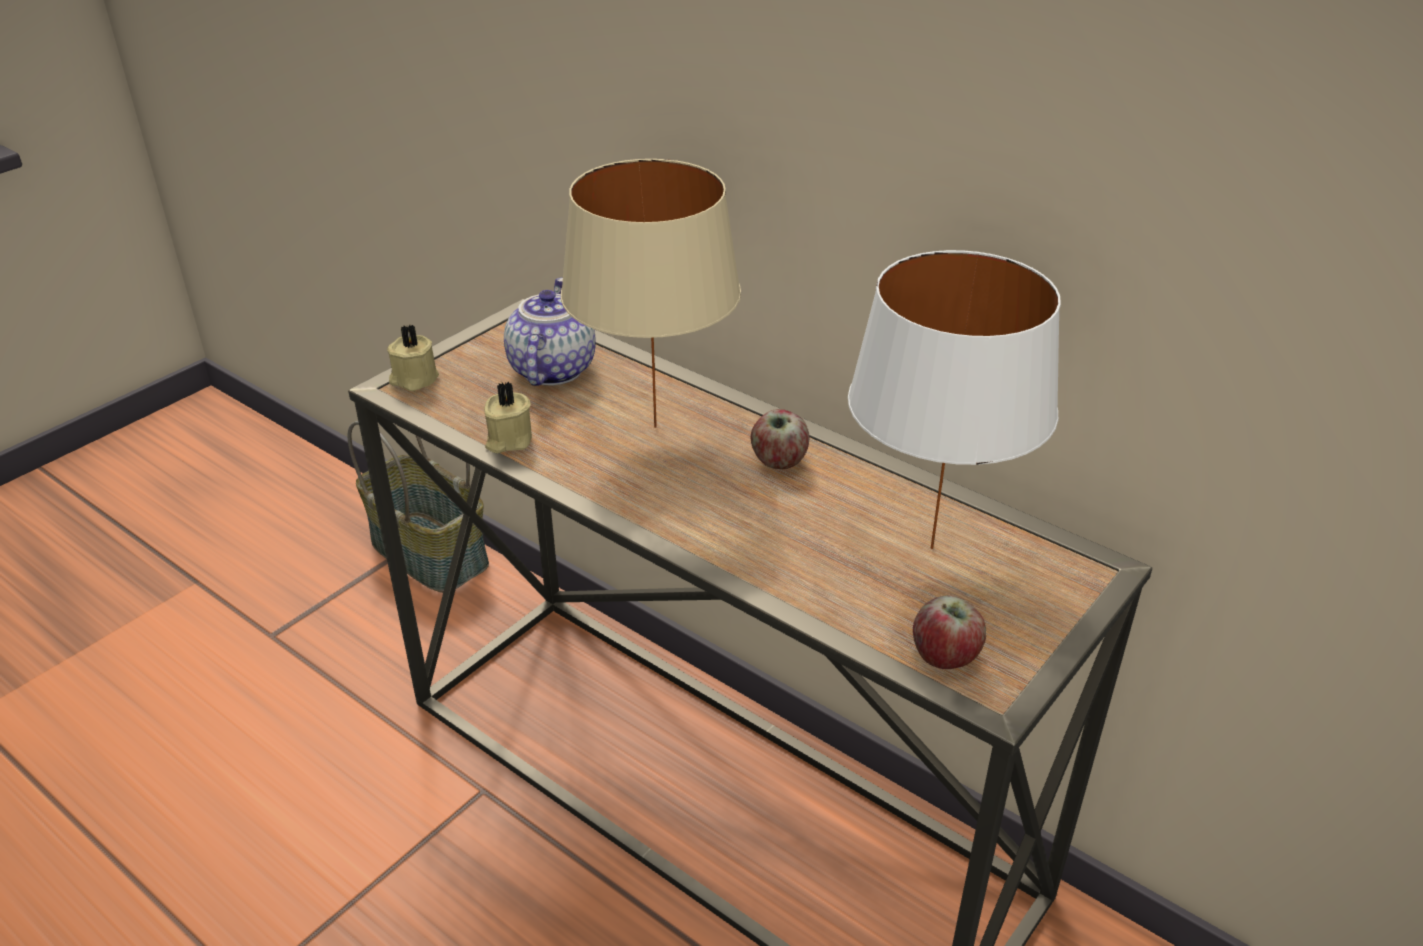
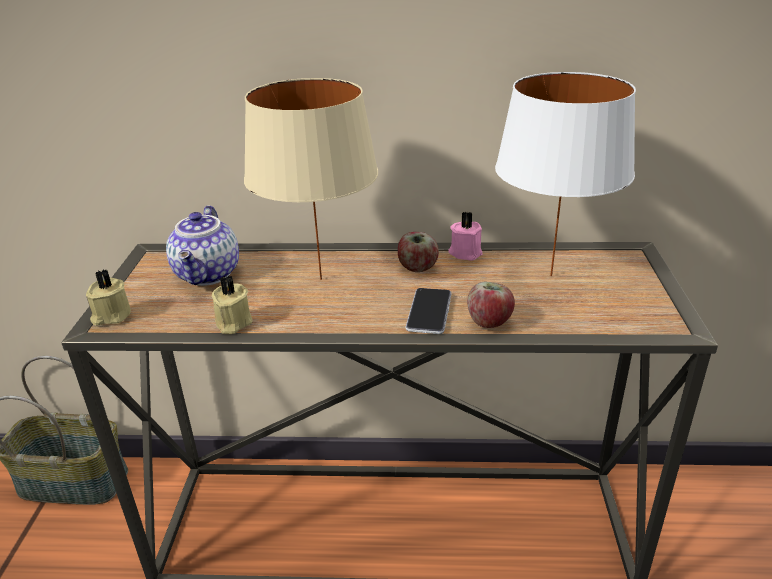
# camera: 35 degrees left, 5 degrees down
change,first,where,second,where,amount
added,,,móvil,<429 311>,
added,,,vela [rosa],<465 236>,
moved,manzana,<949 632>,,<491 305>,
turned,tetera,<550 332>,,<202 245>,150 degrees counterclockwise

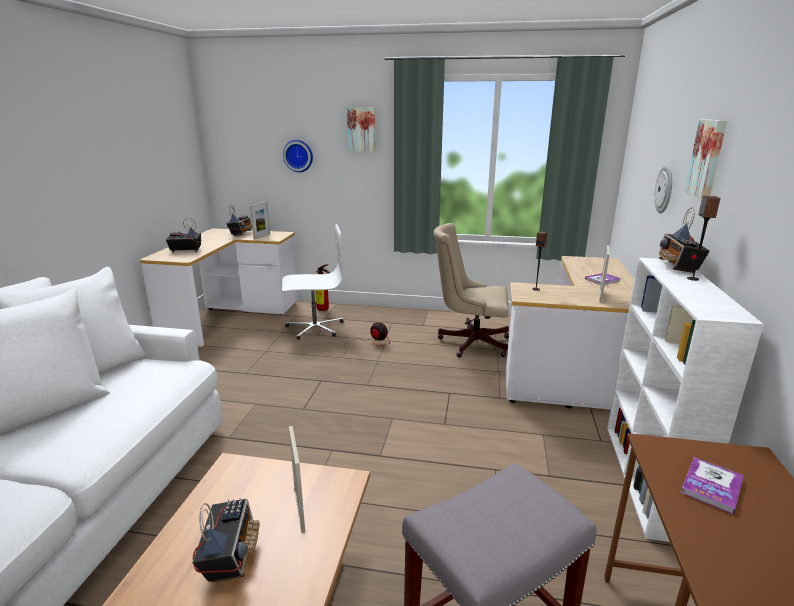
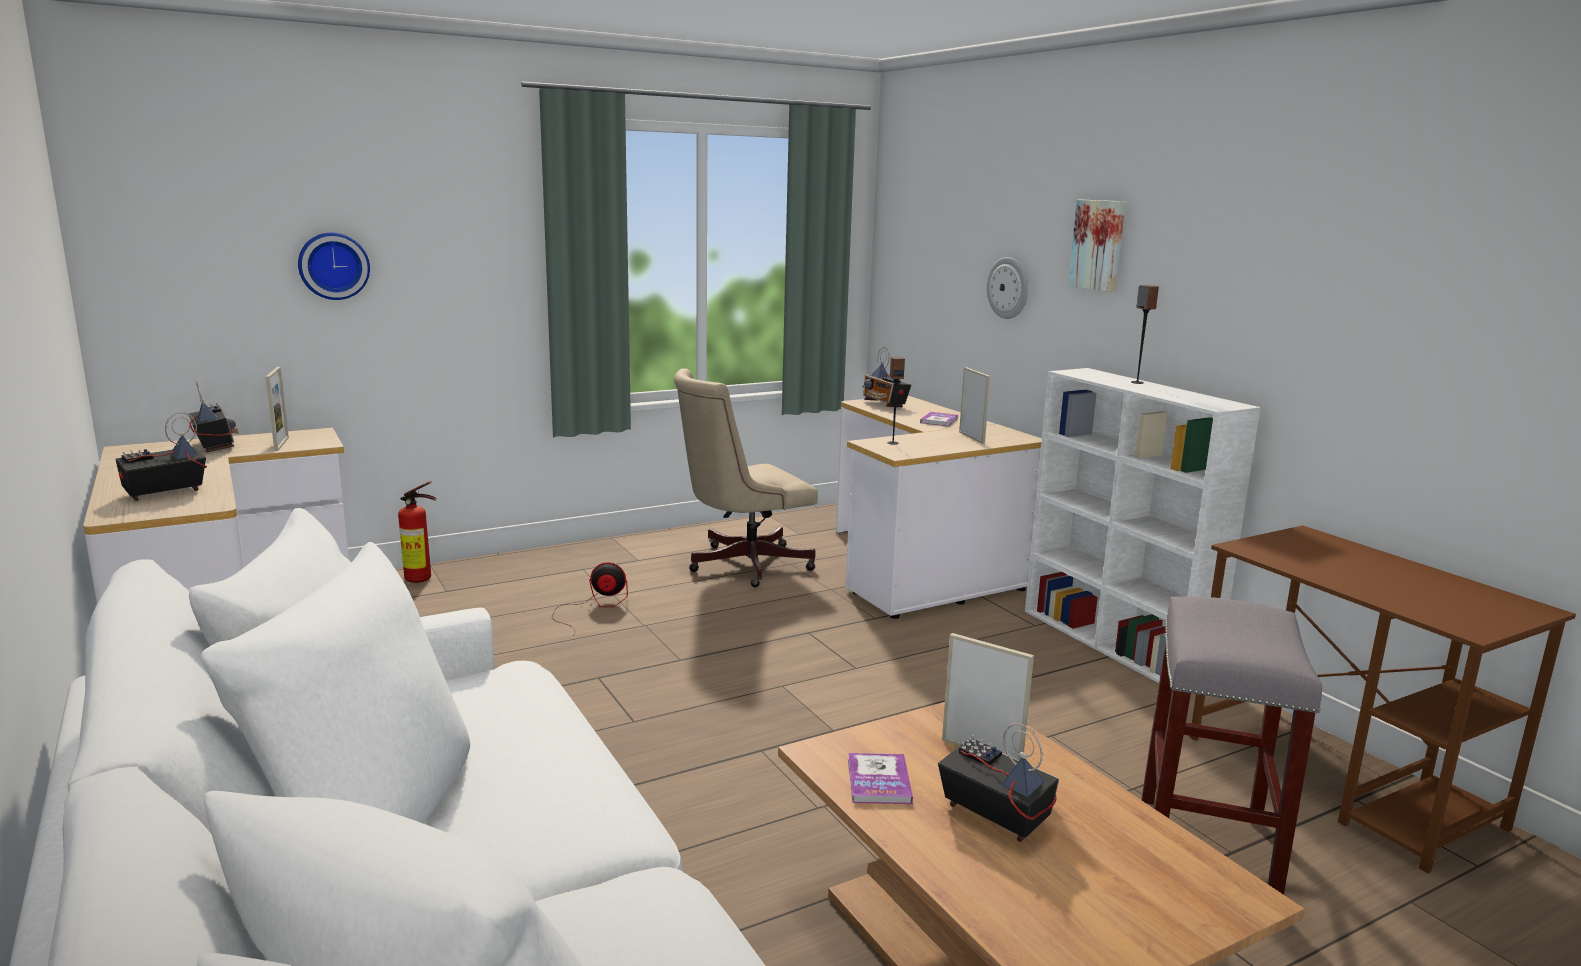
# camera: 40 degrees left, 5 degrees down
change,first,where,second,where,amount
removed,silla de oficina [blanco],<313 282>,,,
removed,cuadro,<361 129>,,,
moved,radio,<684 240>,,<886 377>,
moved,libro,<712 486>,,<880 778>,

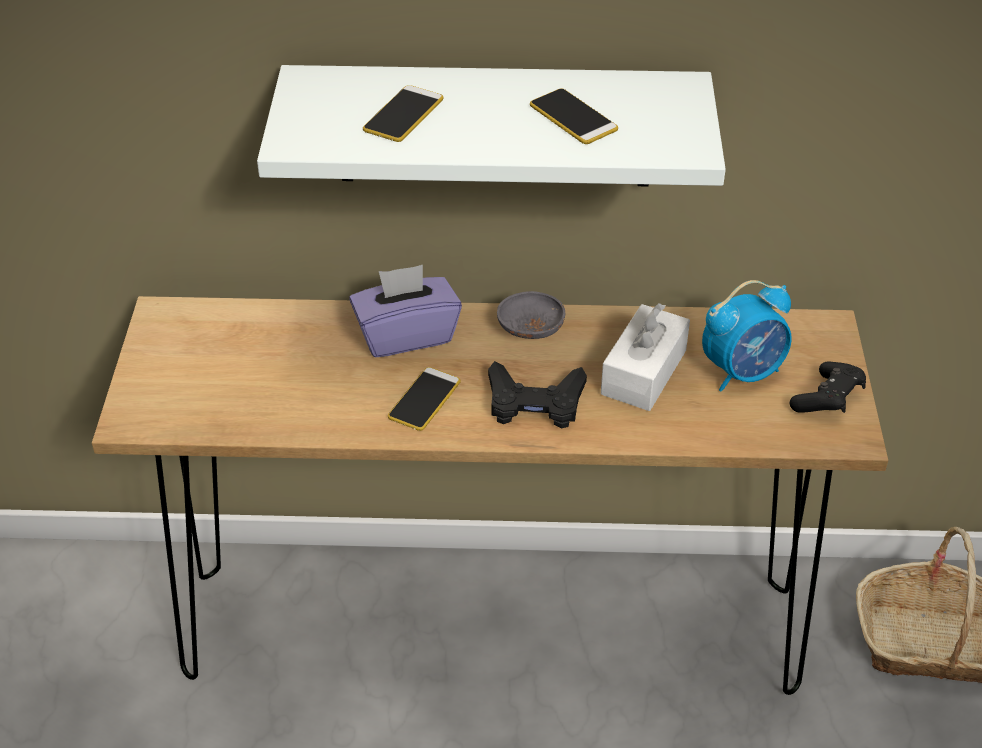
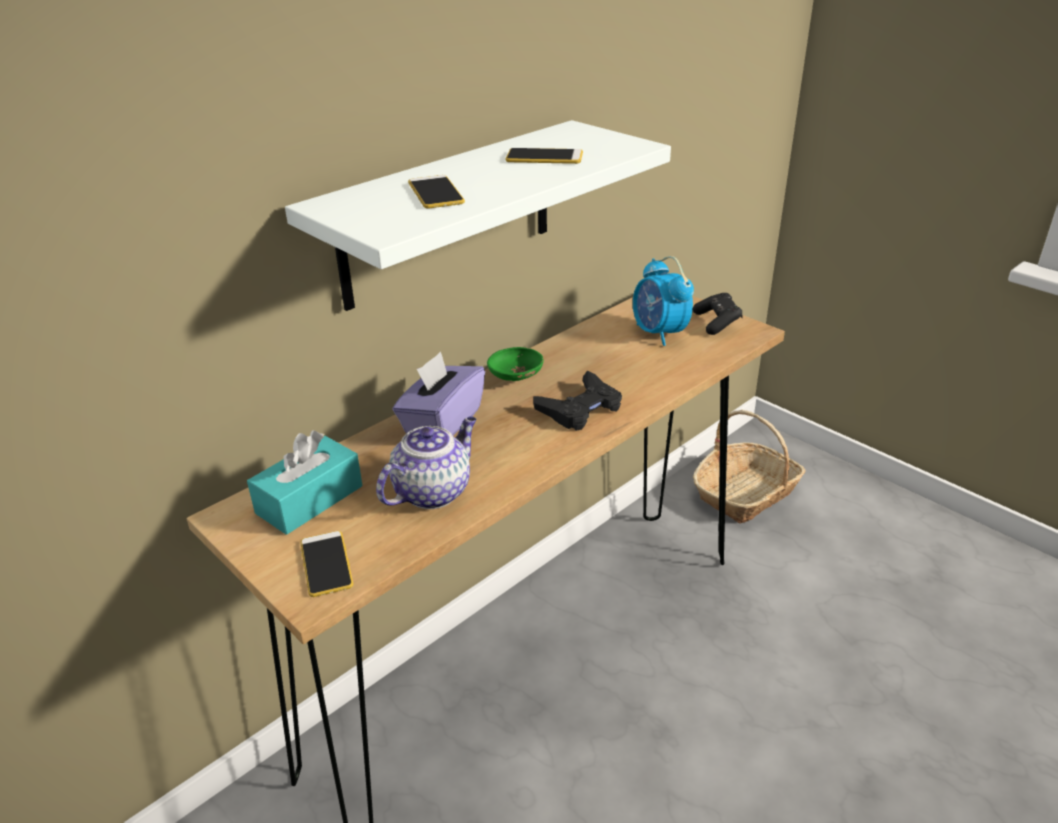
# camera: 45 degrees left, 10 degrees down
change,first,where,second,where,amount
removed,caja de pañuelos [blanco],<645 357>,,,
added,,,caja de pañuelos [turquesa],<304 482>,
added,,,tetera,<426 462>,
moved,móvil,<424 399>,,<326 564>,
recoloured,cuenco [gris],<531 315>,cuenco [verde],<515 364>,
turned,despertador,<747 336>,,<663 301>,135 degrees clockwise

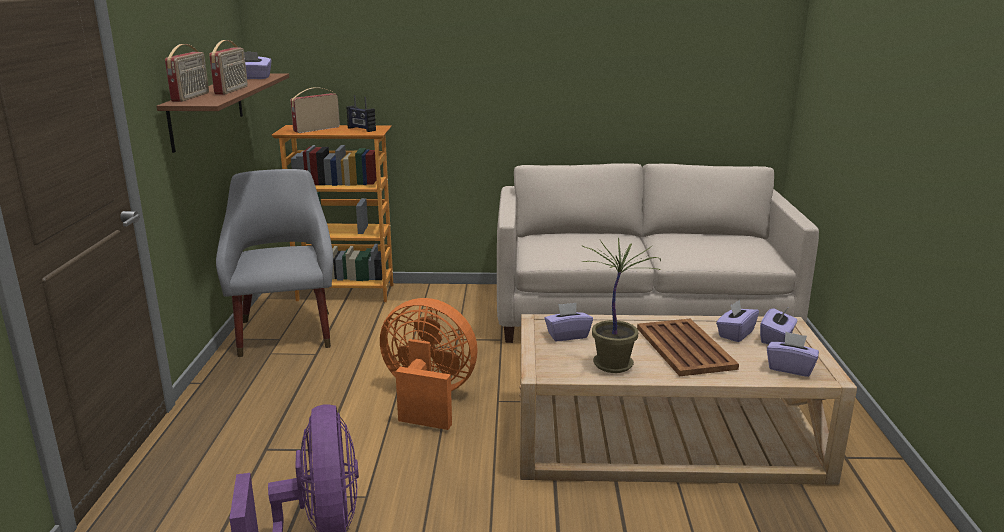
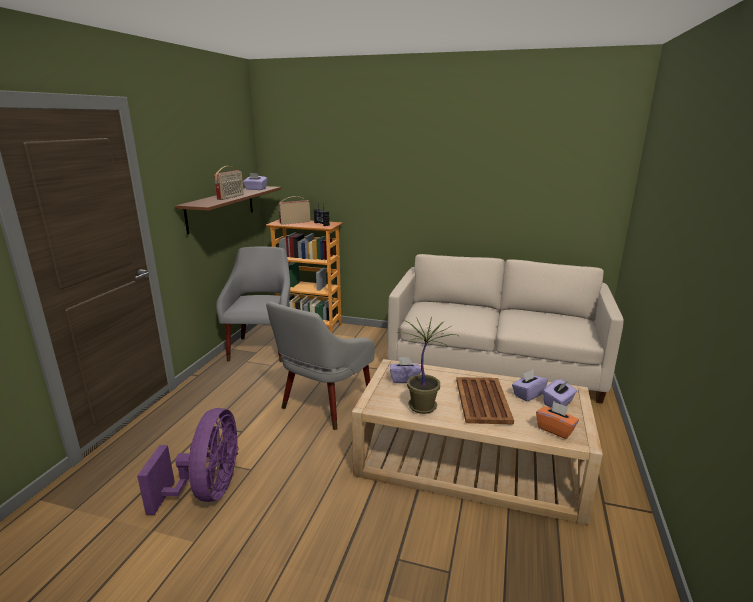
# camera: 15 degrees right, 0 degrees up
change,first,where,second,where,amount
removed,radio,<187 73>,,,
replaced,ventilador [naranja],<429 364>,sillón [gris],<320 366>,
recoloured,caja de pañuelos [morado],<793 354>,caja de pañuelos [naranja],<557 420>,

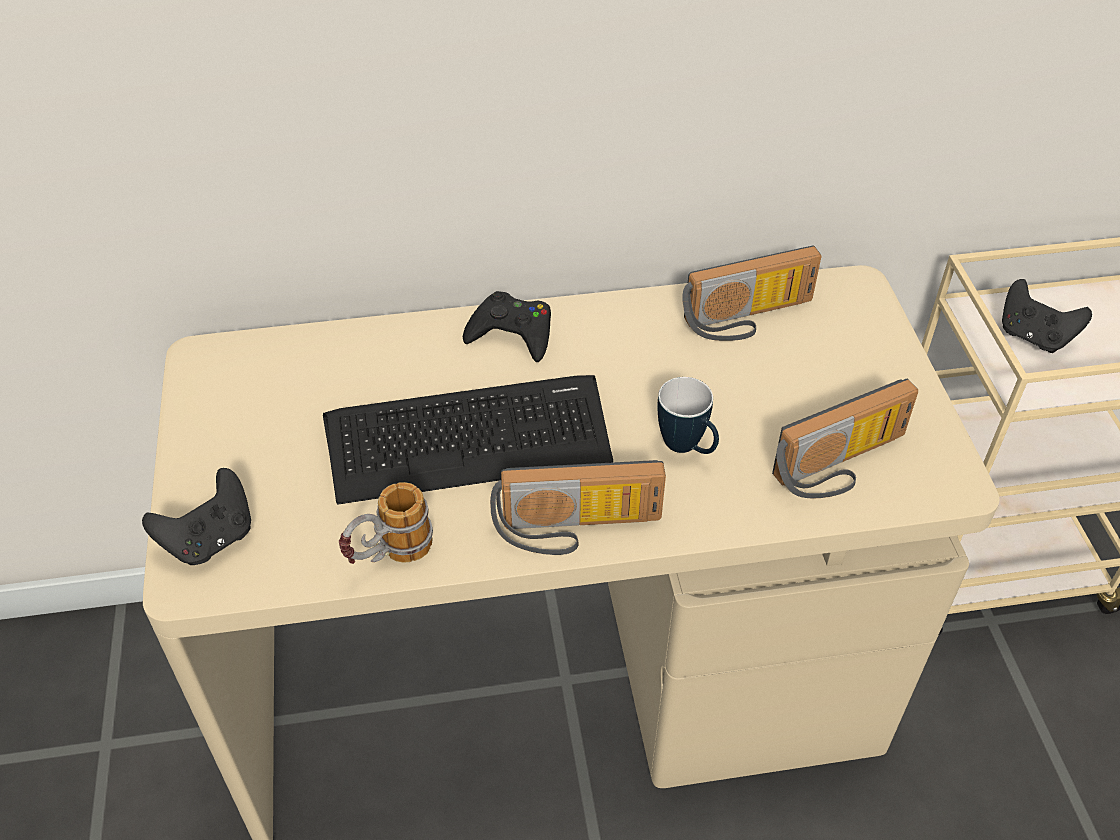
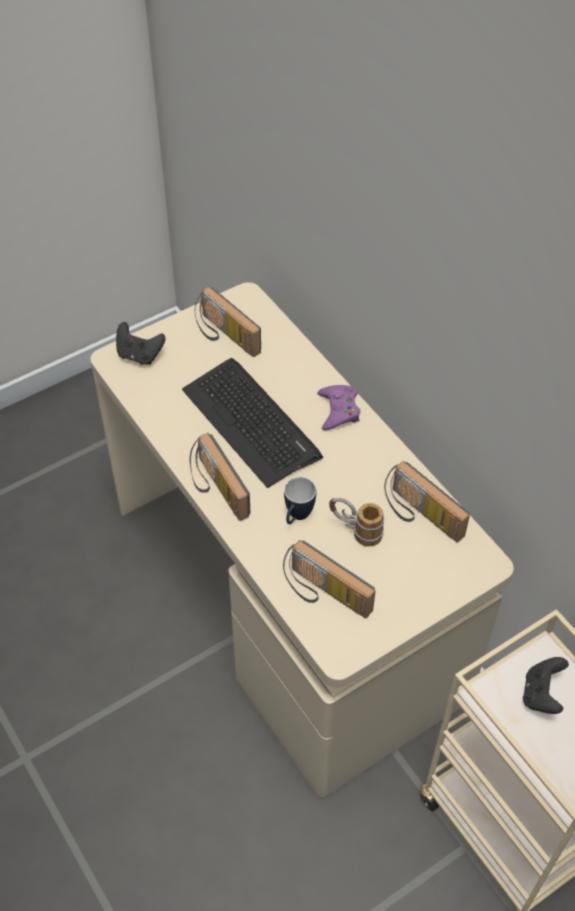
# camera: 65 degrees right, 5 degrees up
change,first,where,second,where,amount
added,,,radio,<228 321>,
moved,taza grande,<386 523>,,<356 522>,
recoloured,mando de consola [negro],<507 326>,mando de consola [morado],<338 407>,

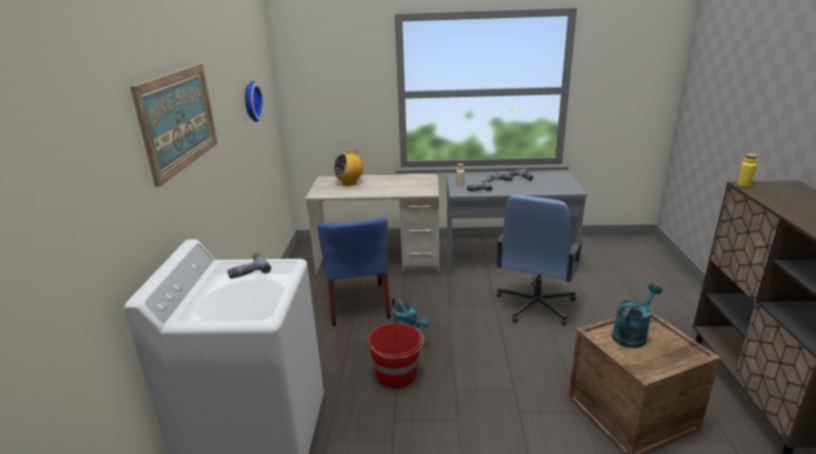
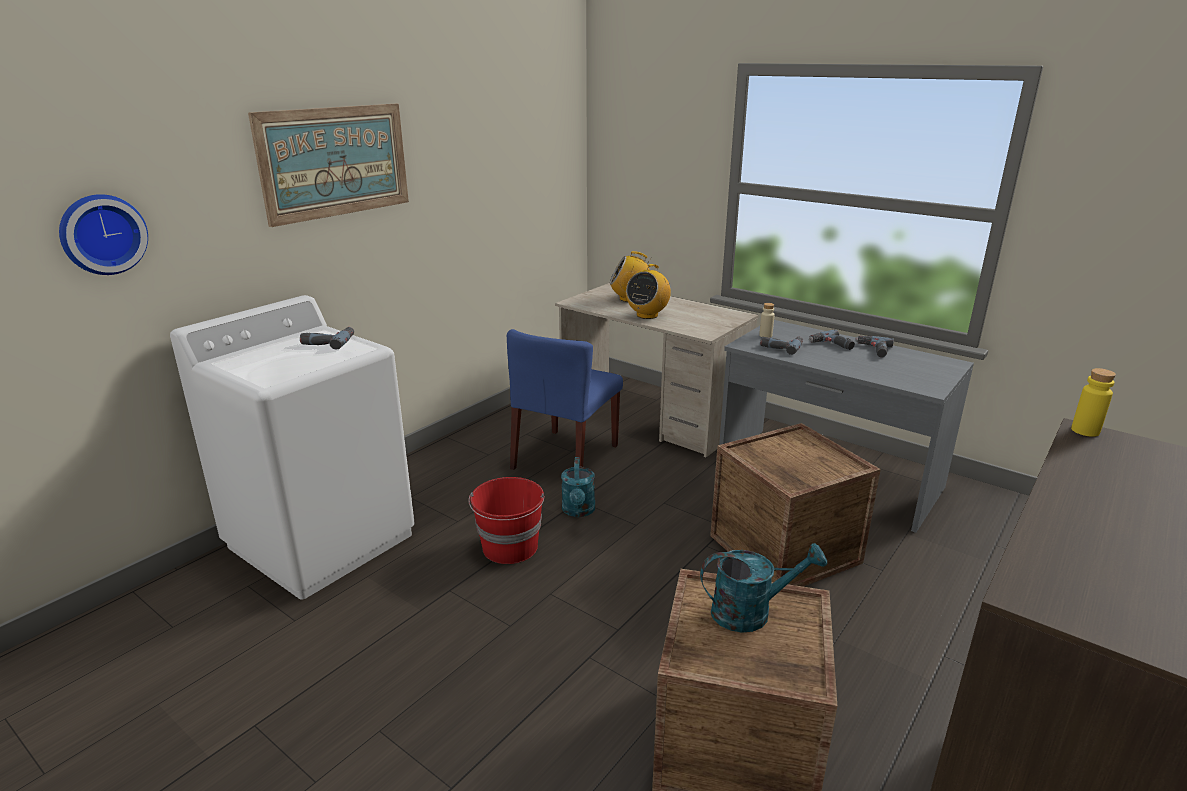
# camera: 35 degrees right, 0 degrees up
change,first,where,second,where,amount
added,,,radio,<648 291>,
moved,reloj de pared,<254 101>,,<103 234>,
replaced,silla de oficina [azul],<540 260>,caja de embalaje,<795 505>,

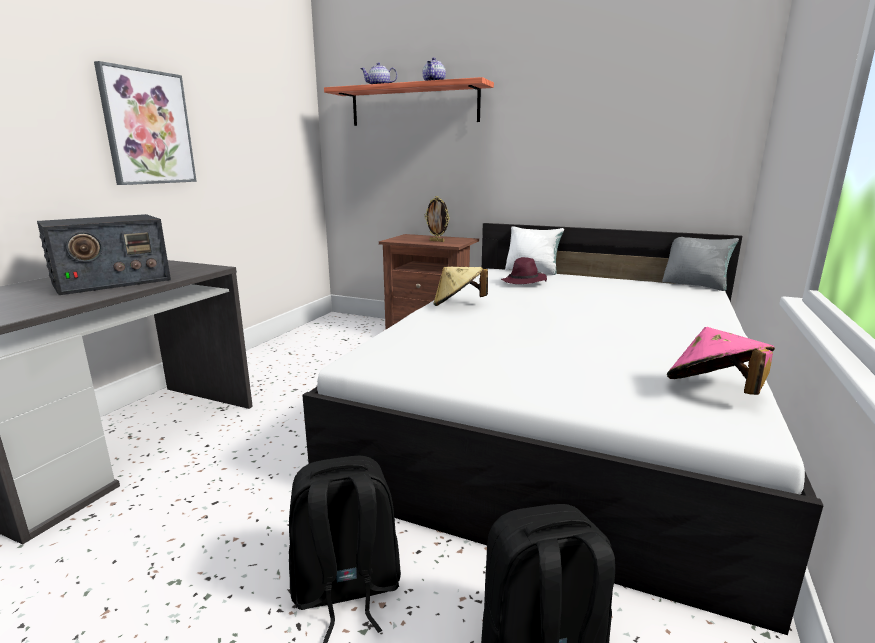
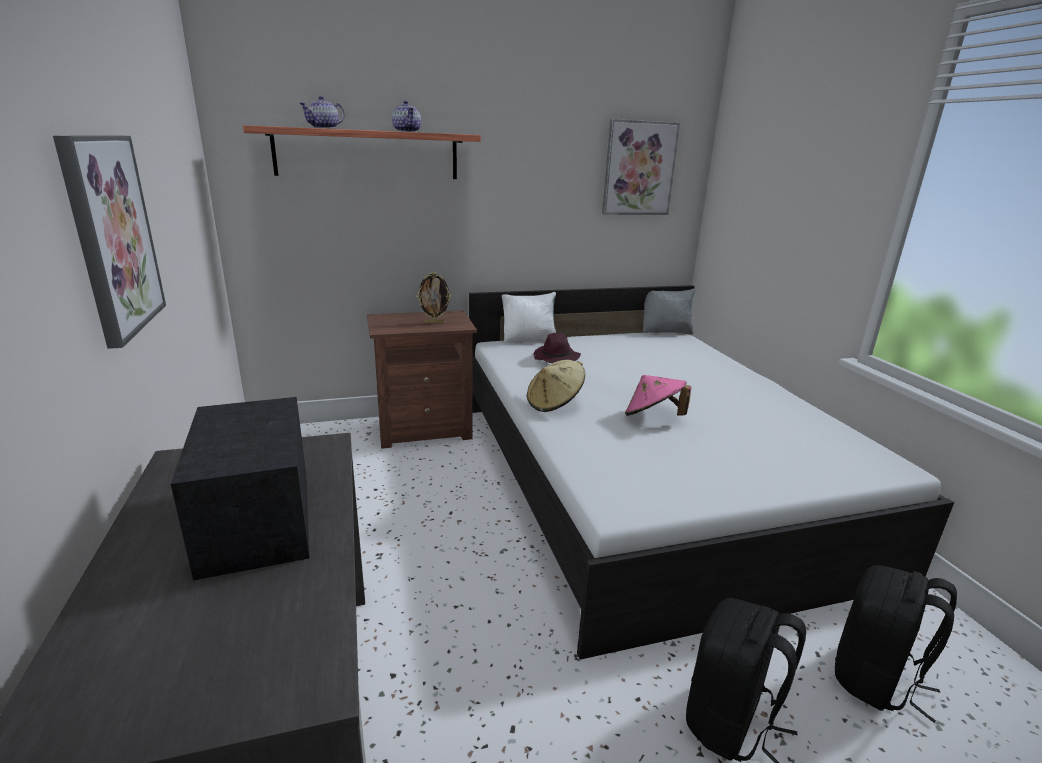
# camera: 40 degrees left, 5 degrees up
change,first,where,second,where,amount
added,,,cuadro,<641 167>,
moved,sombrero [rosa],<721 361>,,<658 395>,
turned,radio,<104 254>,,<240 489>,150 degrees clockwise

